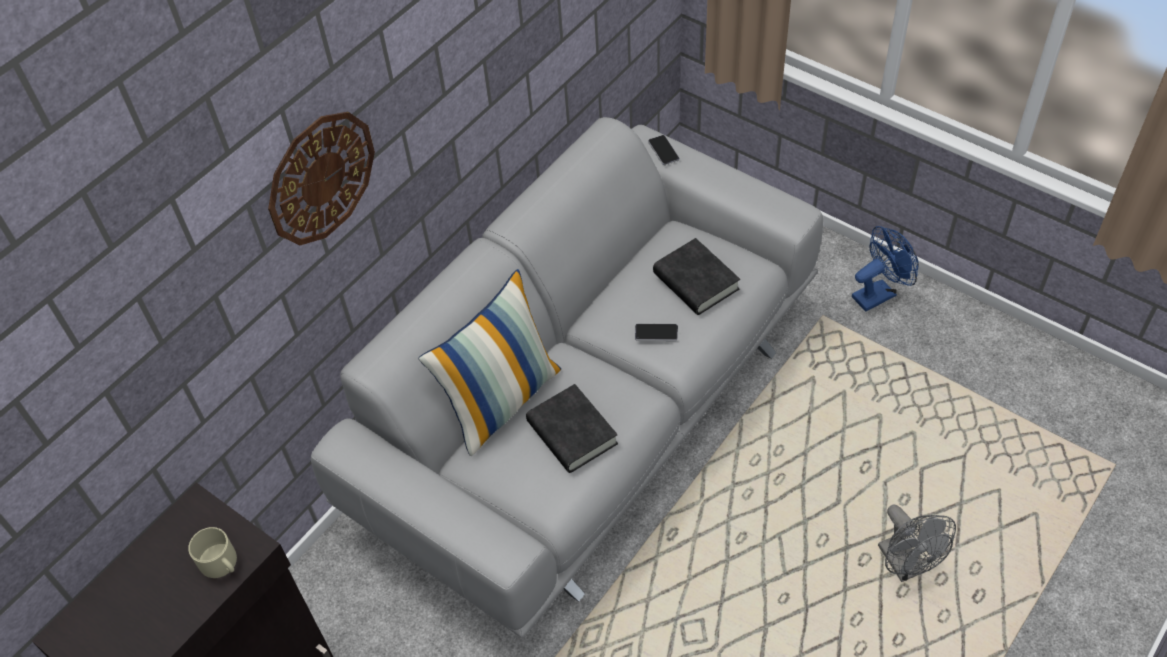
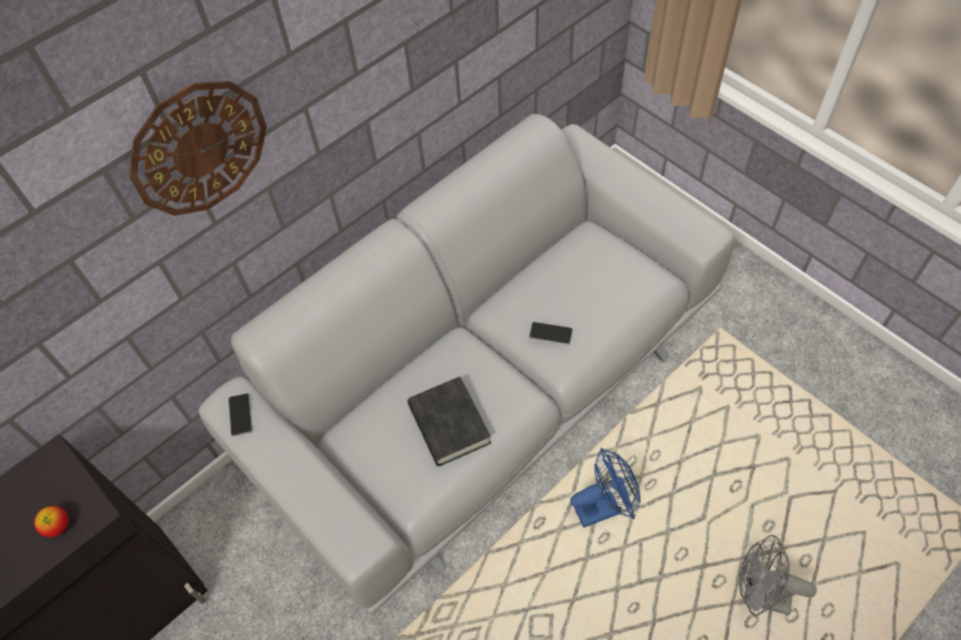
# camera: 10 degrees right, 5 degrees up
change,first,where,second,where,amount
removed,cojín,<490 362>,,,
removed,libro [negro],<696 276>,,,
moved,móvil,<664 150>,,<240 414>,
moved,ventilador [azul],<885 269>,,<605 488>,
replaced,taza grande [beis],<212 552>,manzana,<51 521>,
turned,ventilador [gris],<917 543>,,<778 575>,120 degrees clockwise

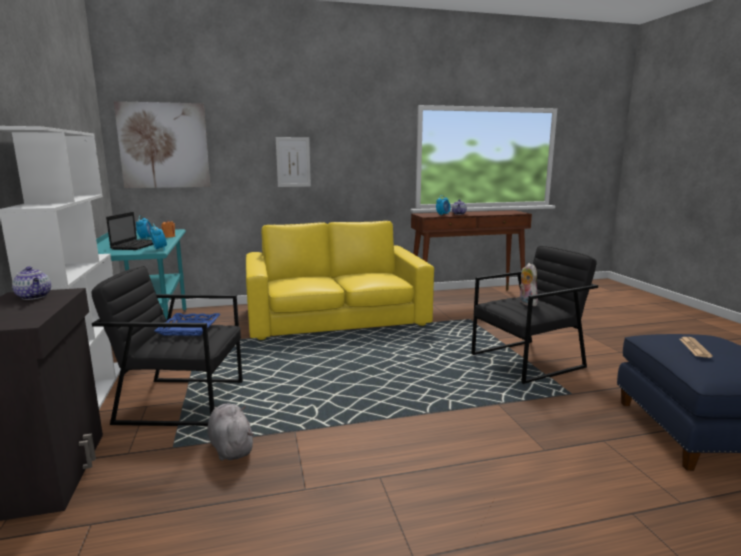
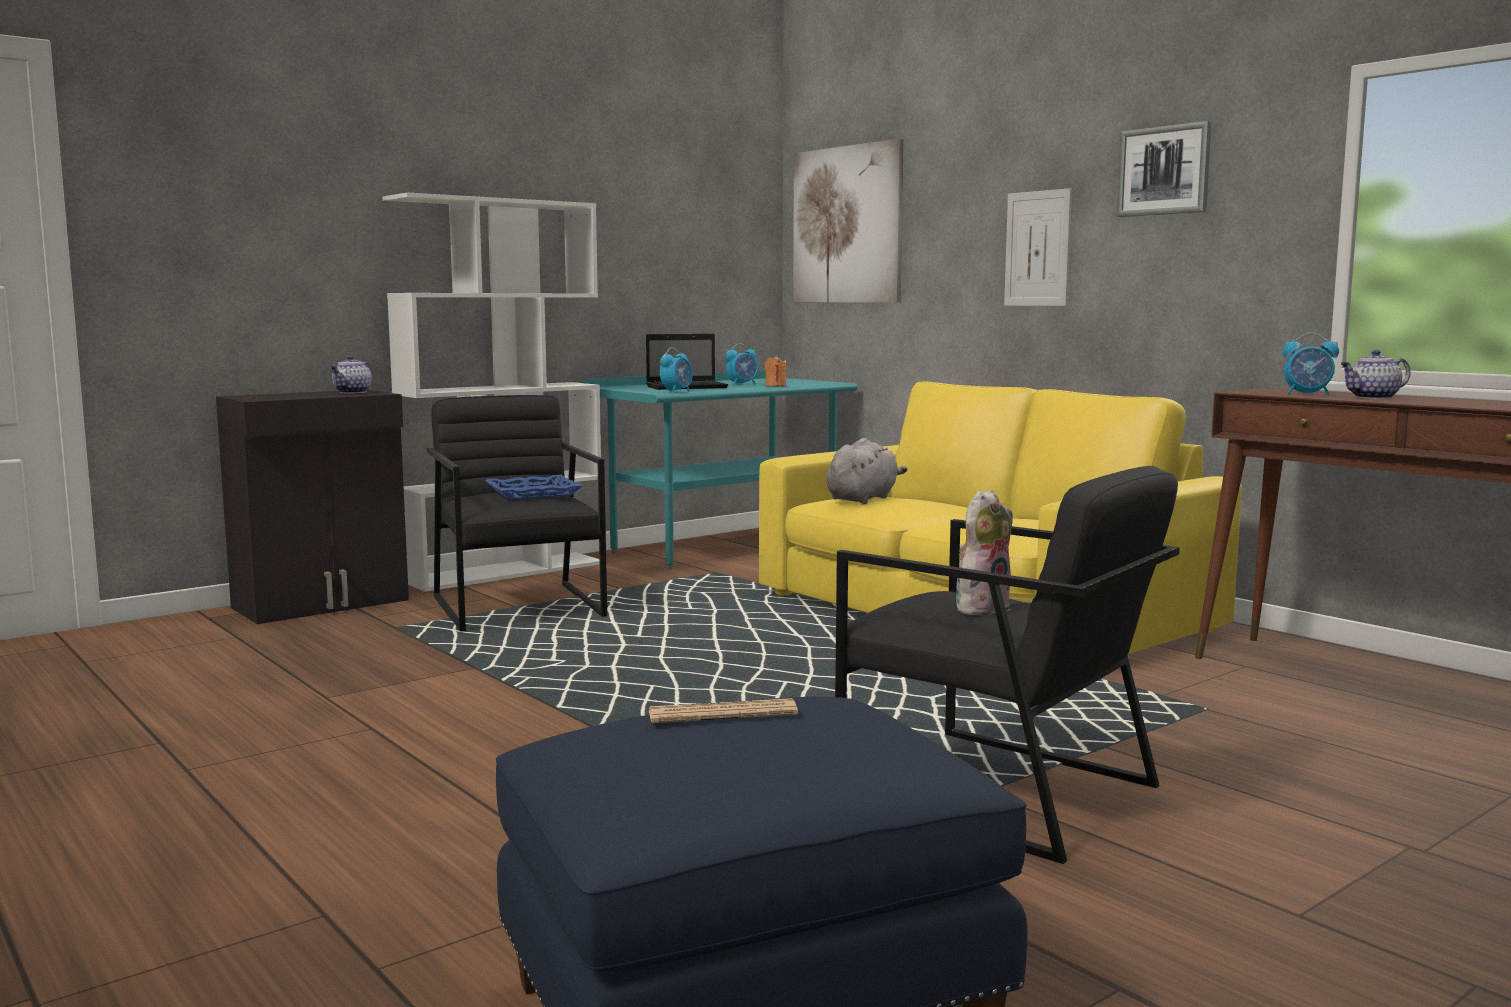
# camera: 65 degrees right, 5 degrees down
change,first,where,second,where,amount
added,,,cuadro,<1164 169>,
moved,peluche [gris],<230 432>,,<866 471>,

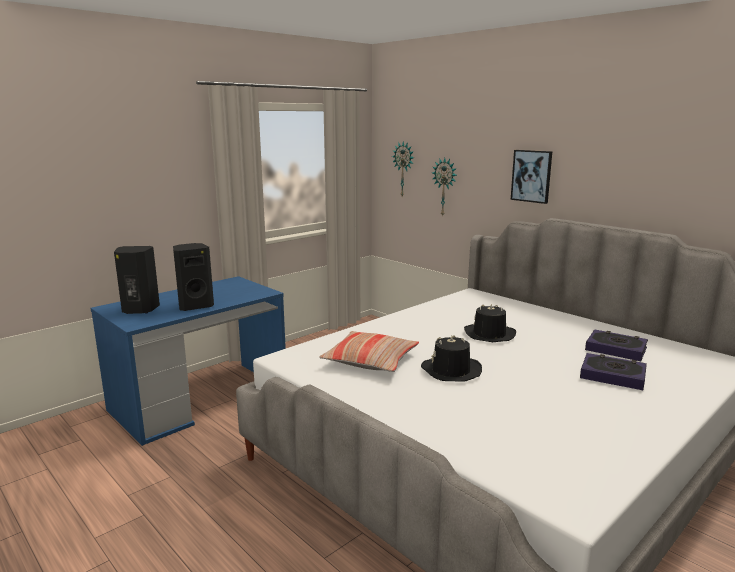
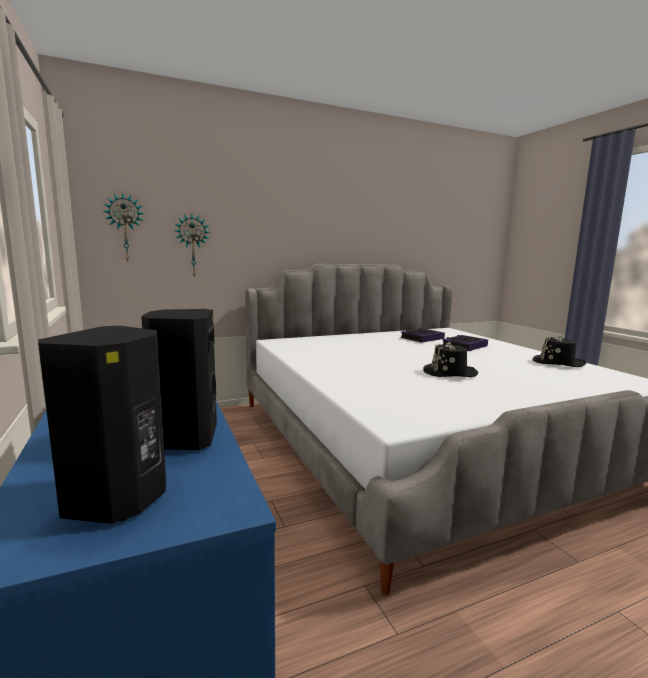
# camera: 70 degrees left, 5 degrees down
change,first,where,second,where,amount
removed,cojín,<369 351>,,,
removed,cuadro,<531 177>,,,
moved,sombrero [negro],<490 323>,,<559 351>,

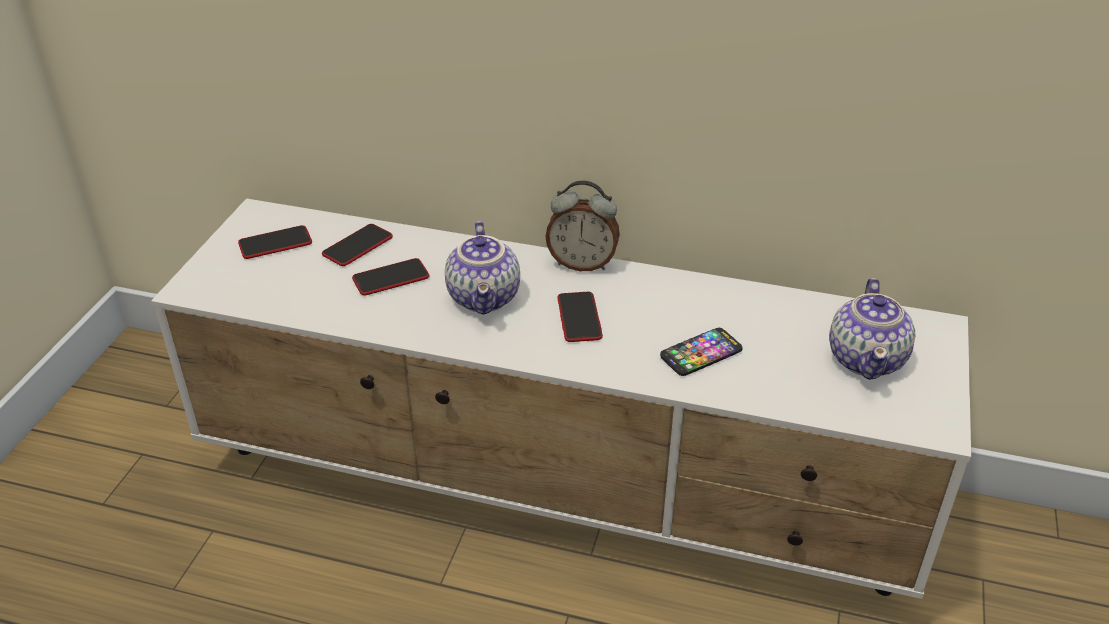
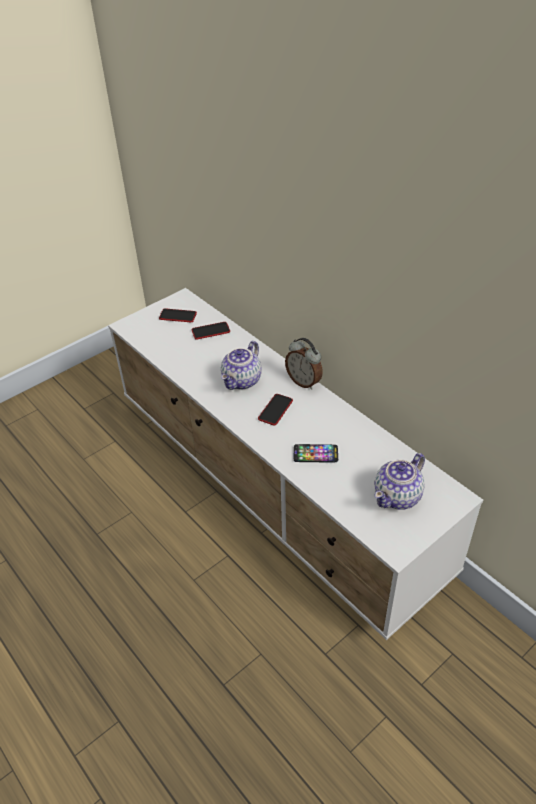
# camera: 35 degrees right, 5 degrees up
change,first,where,second,where,amount
removed,móvil,<390 277>,,,

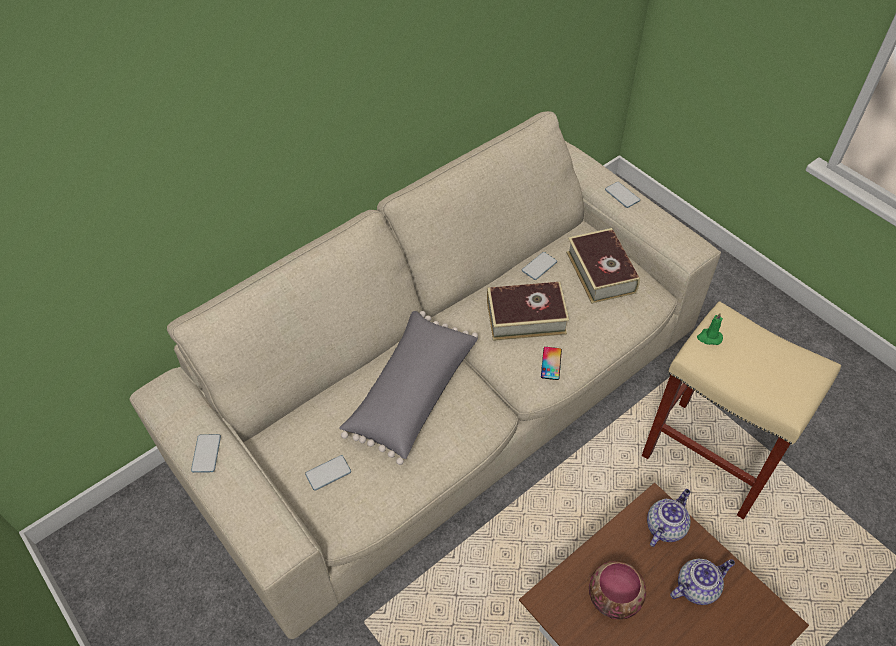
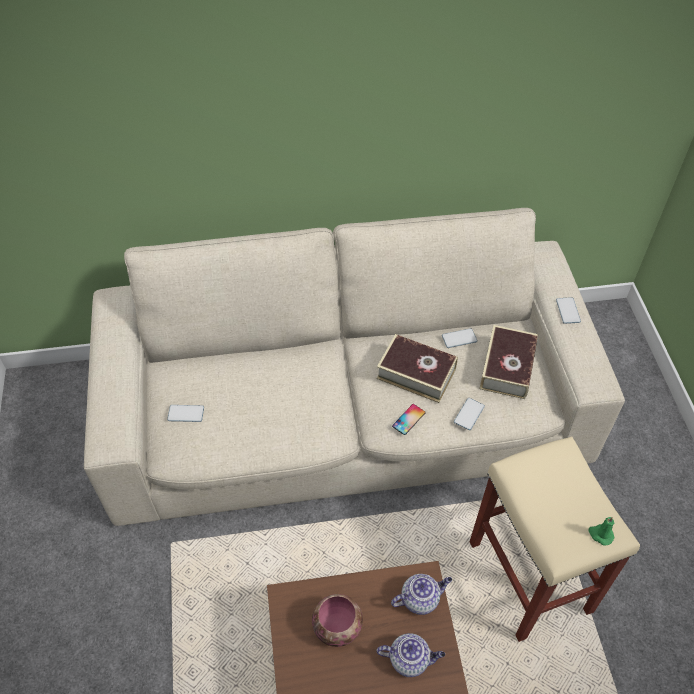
# camera: 30 degrees right, 0 degrees up
change,first,where,second,where,amount
removed,cojín [gris],<408 388>,,,
moved,móvil,<206 453>,,<469 414>,
moved,vela [verde],<710 329>,,<602 531>,

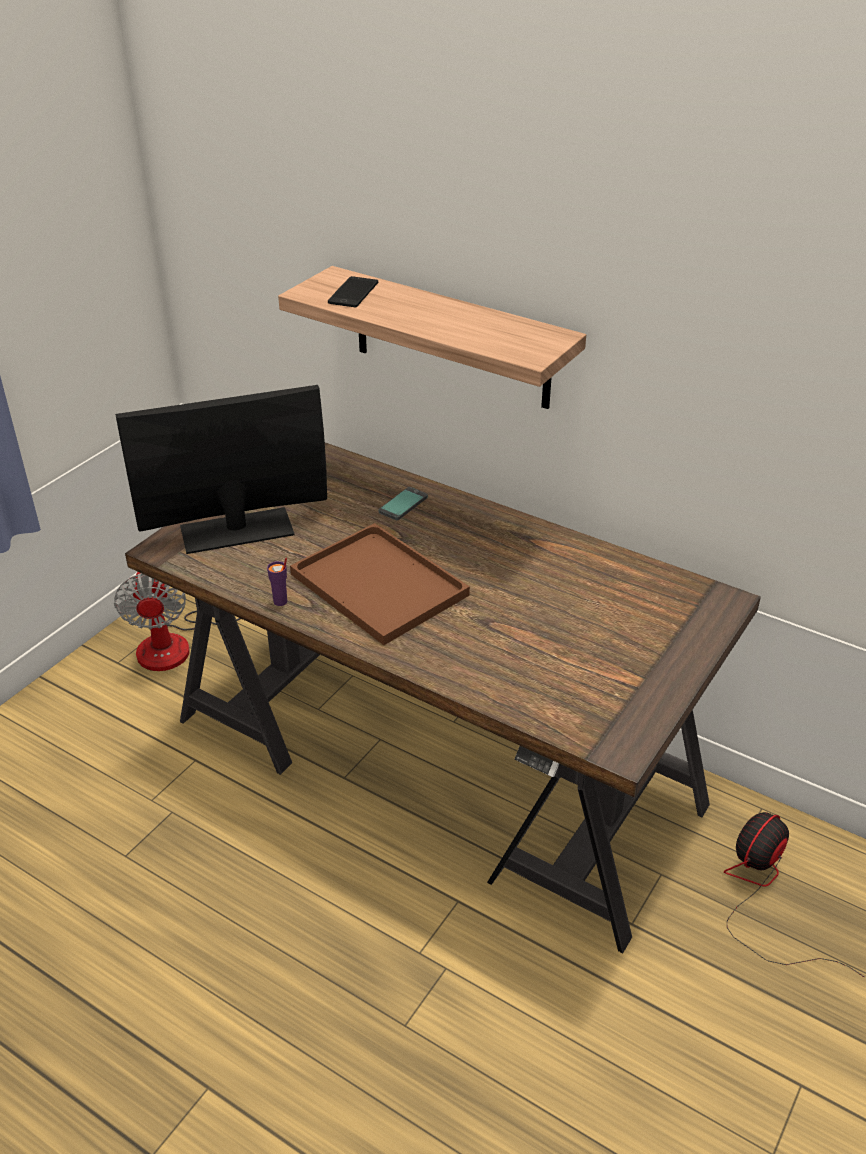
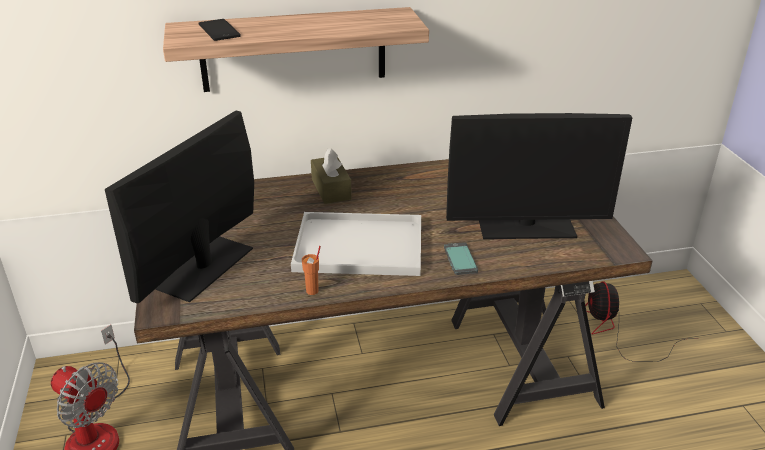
# camera: 45 degrees left, 5 degrees down
change,first,where,second,where,amount
added,,,caja de pañuelos [marrón],<331 176>,
added,,,monitor,<539 176>,
moved,móvil,<403 503>,,<461 258>,
recoloured,taza [morado],<277 582>,taza [naranja],<311 270>,
recoloured,bandeja [marrón],<380 584>,bandeja [blanco],<356 244>,

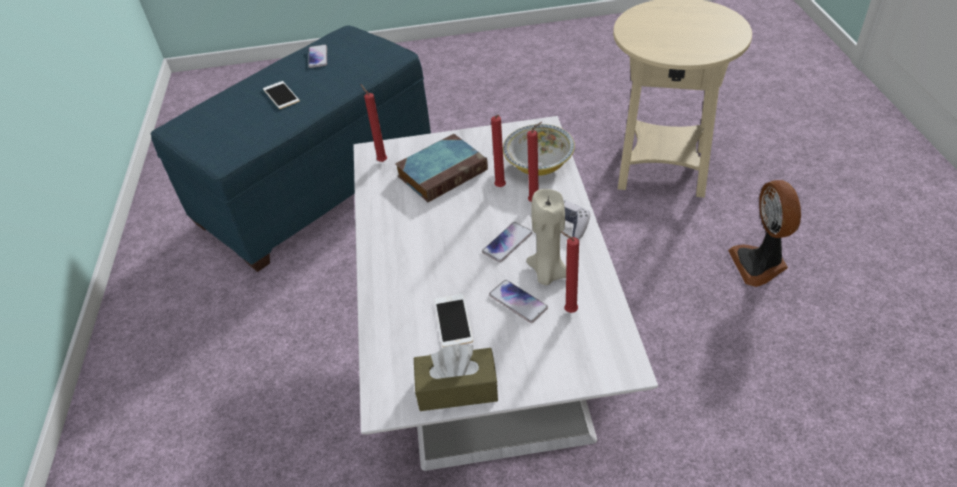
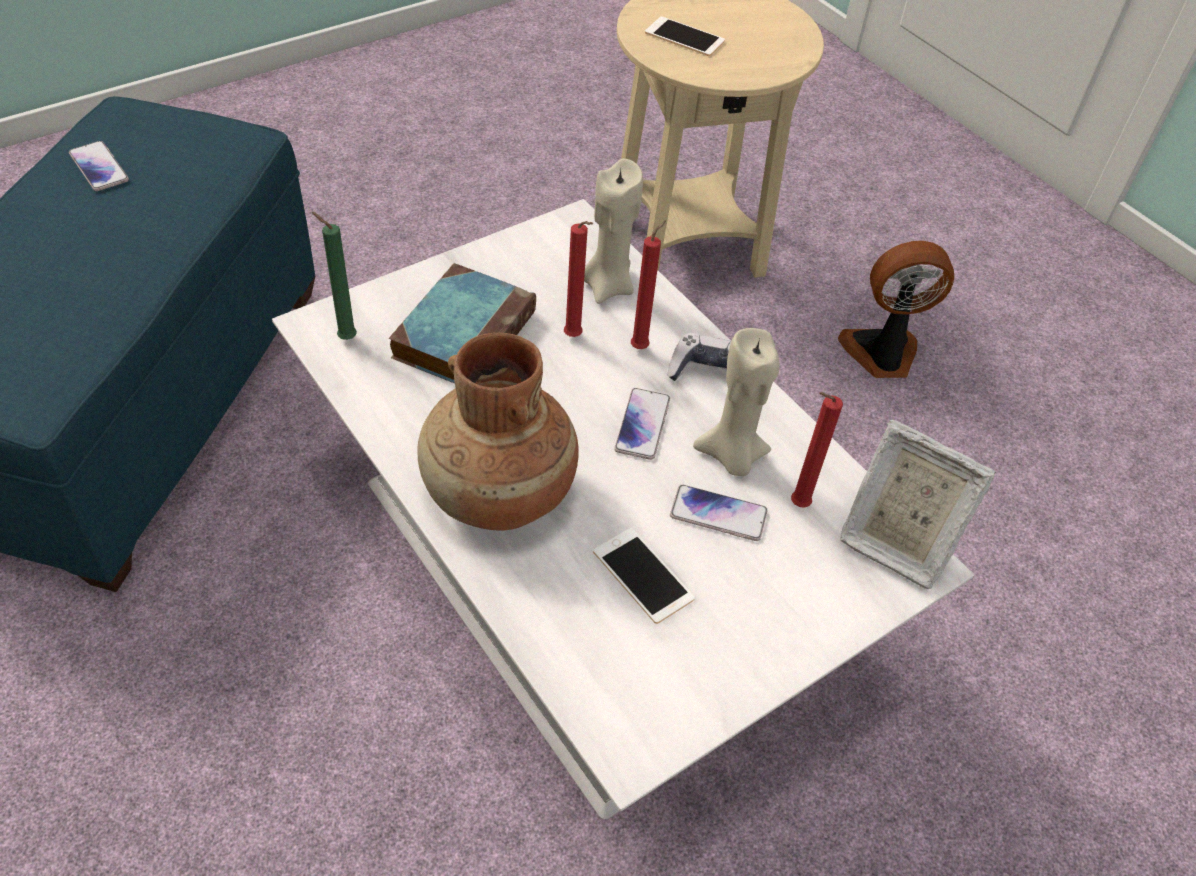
# camera: 35 degrees left, 5 degrees up
change,first,where,second,where,amount
removed,caja de pañuelos [marrón],<456 377>,,,
added,,,florero [marrón],<498 432>,
added,,,portarretratos,<918 504>,
moved,móvil,<281 95>,,<685 36>,
replaced,cuenco,<539 150>,vela [beis],<613 231>,
recoloured,vela [rojo],<374 123>,vela [verde],<334 276>,
turned,ventilador,<764 233>,,<896 309>,120 degrees clockwise

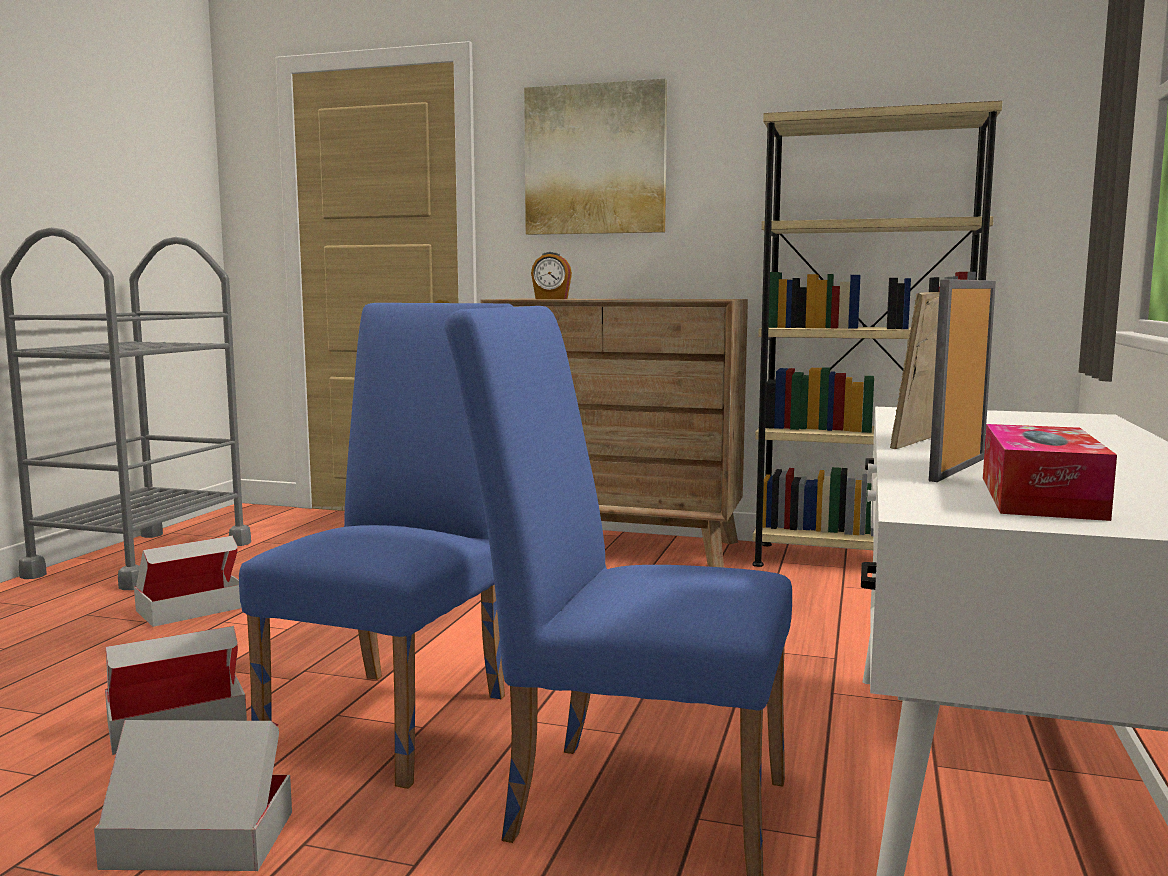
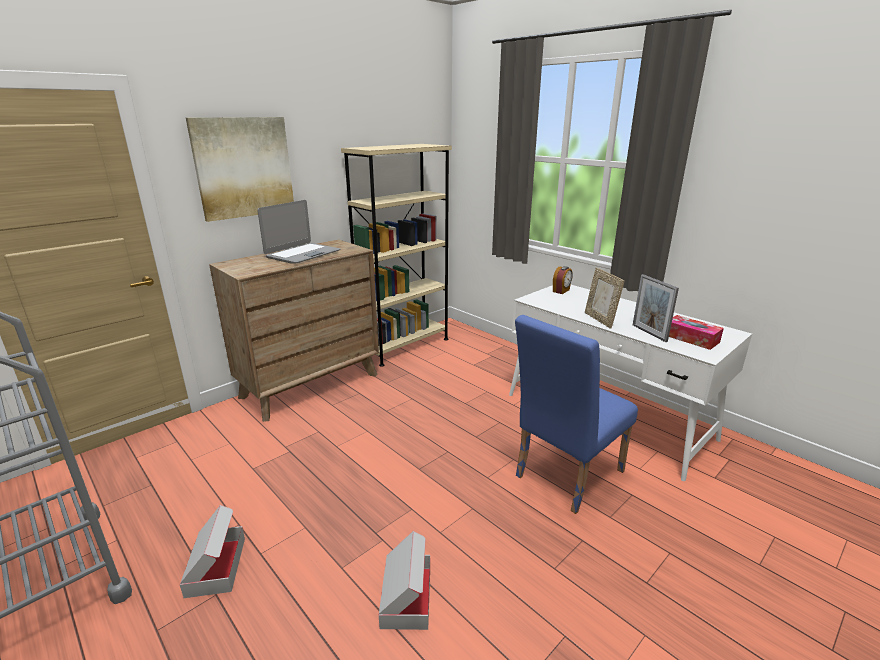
# camera: 60 degrees left, 15 degrees up
change,first,where,second,where,amount
removed,caja de cartón,<193 795>,,,
removed,silla [azul],<376 546>,,,
added,,,portátil,<299 232>,
moved,despertador,<551 275>,,<563 280>,

